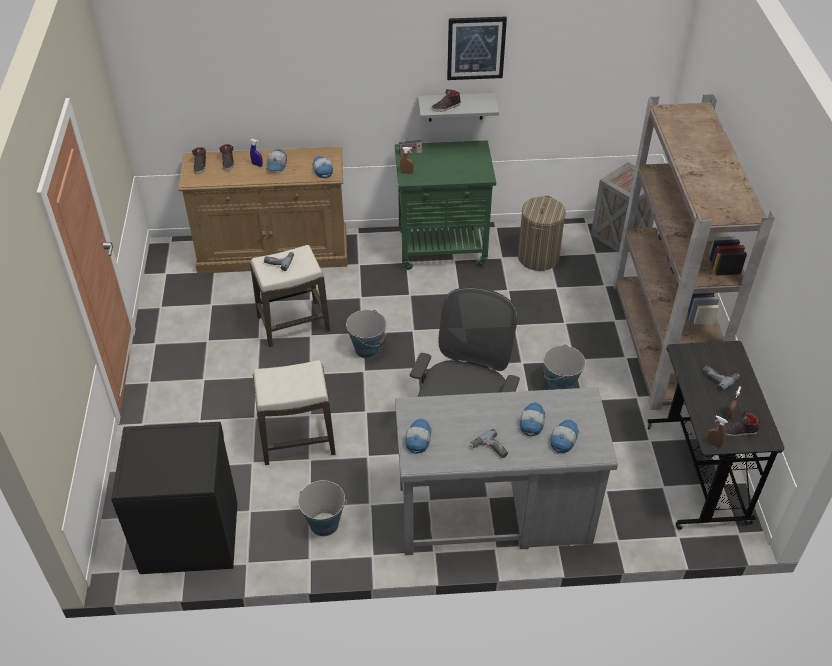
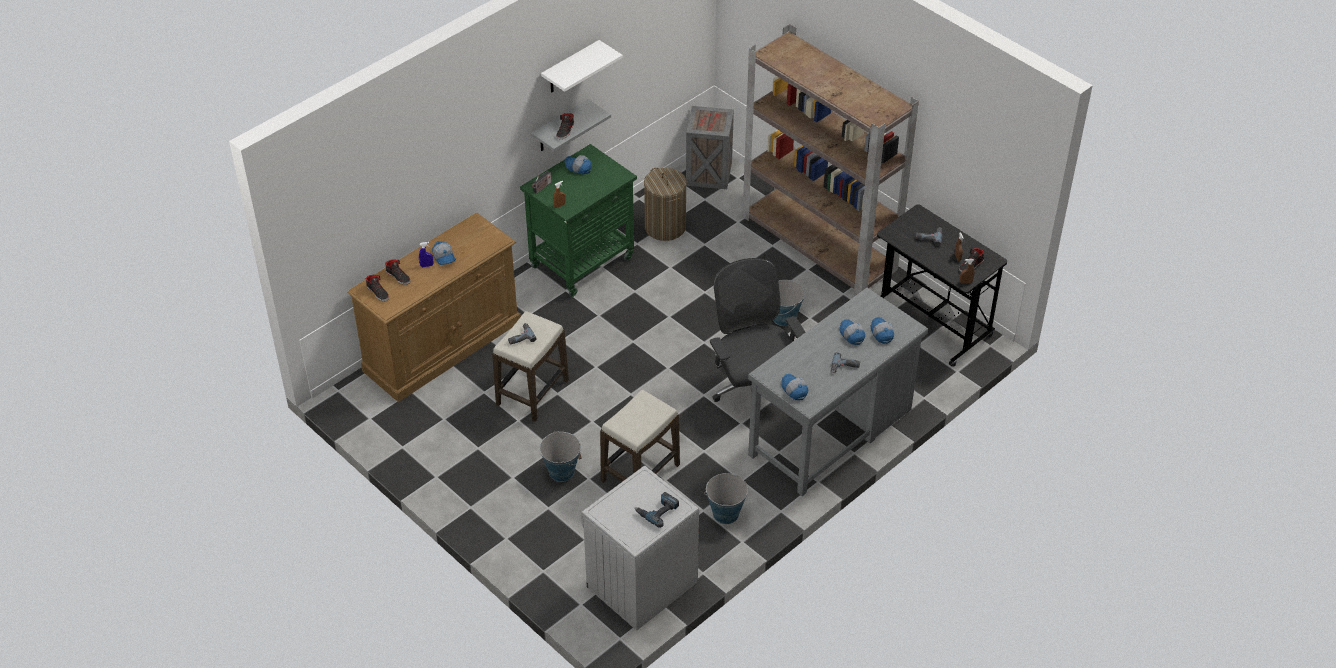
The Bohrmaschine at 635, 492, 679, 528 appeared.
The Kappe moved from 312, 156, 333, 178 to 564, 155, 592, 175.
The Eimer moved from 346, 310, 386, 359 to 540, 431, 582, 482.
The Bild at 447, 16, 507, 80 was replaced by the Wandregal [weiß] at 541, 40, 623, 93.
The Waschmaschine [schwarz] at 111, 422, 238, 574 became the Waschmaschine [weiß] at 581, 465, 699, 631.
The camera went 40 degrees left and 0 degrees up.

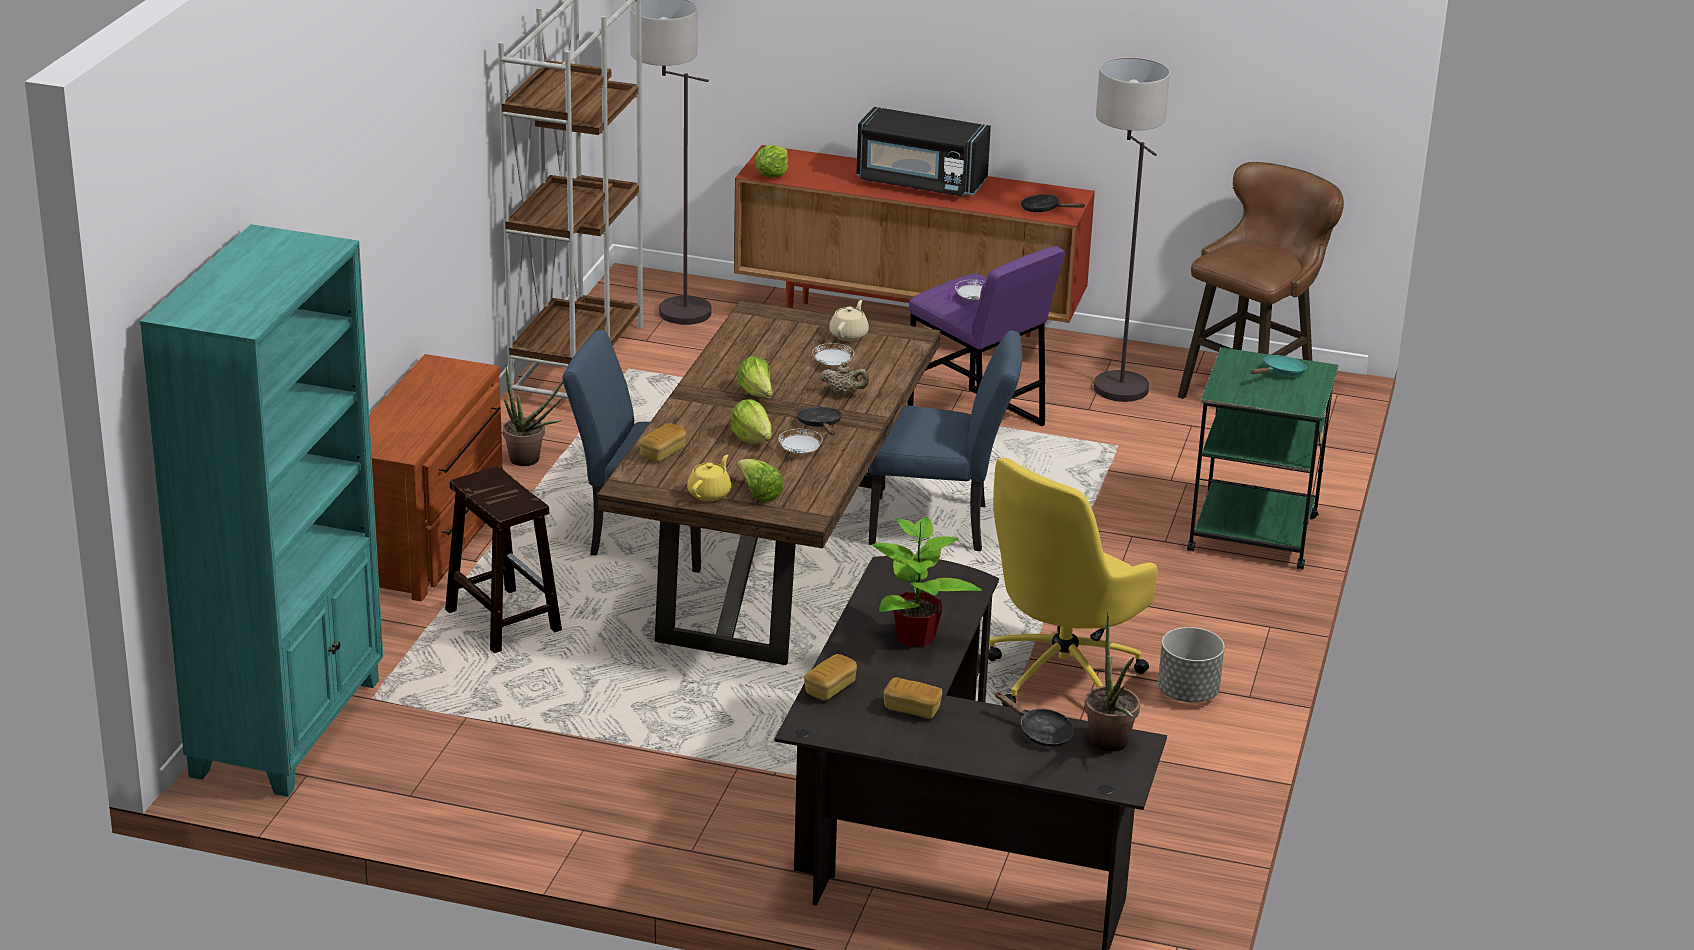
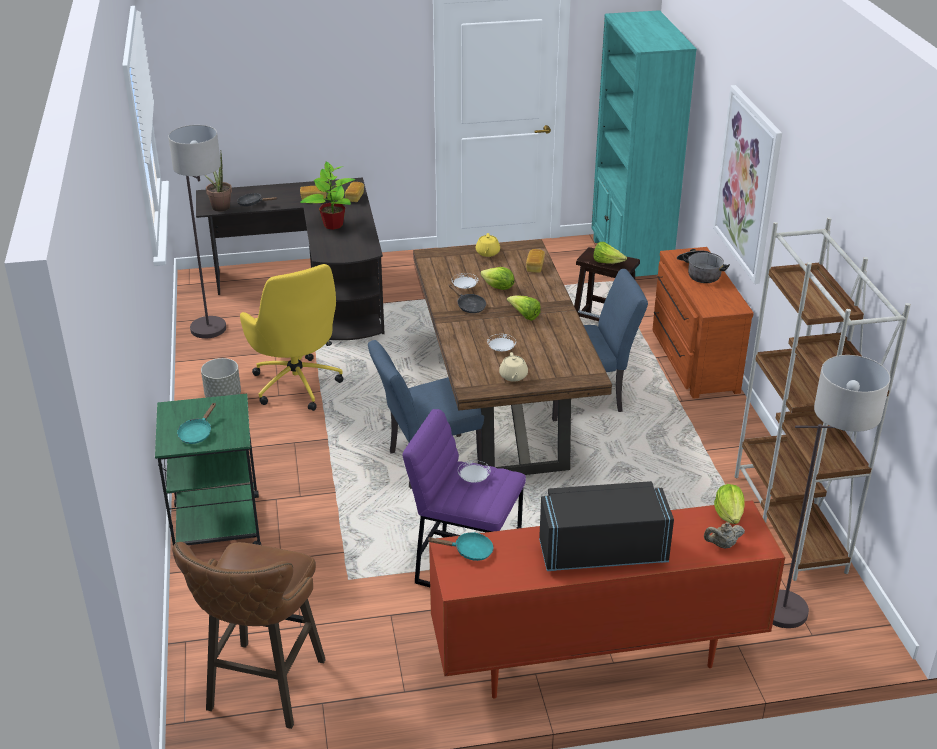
The Topfpflanze at 503, 365, 563, 466 disappeared.
The Kochtopf at 677, 249, 730, 283 appeared.
The Bild at 713, 85, 782, 284 appeared.
The Salatkopf moved from 737, 459, 783, 502 to 593, 242, 627, 264.
The Teekanne [beige] moved from 820, 362, 869, 396 to 704, 522, 745, 549.
The Stehlampe [grau] moved from 1094, 57, 1170, 402 to 168, 125, 226, 339.
The Pfanne [schwarz] at 1021, 194, 1085, 212 became the Pfanne [türkis] at 428, 532, 494, 561.
The Bürostuhl [gelb] at 988, 458, 1158, 707 turned 135 degrees clockwise.
The camera went 155 degrees right and 5 degrees up.

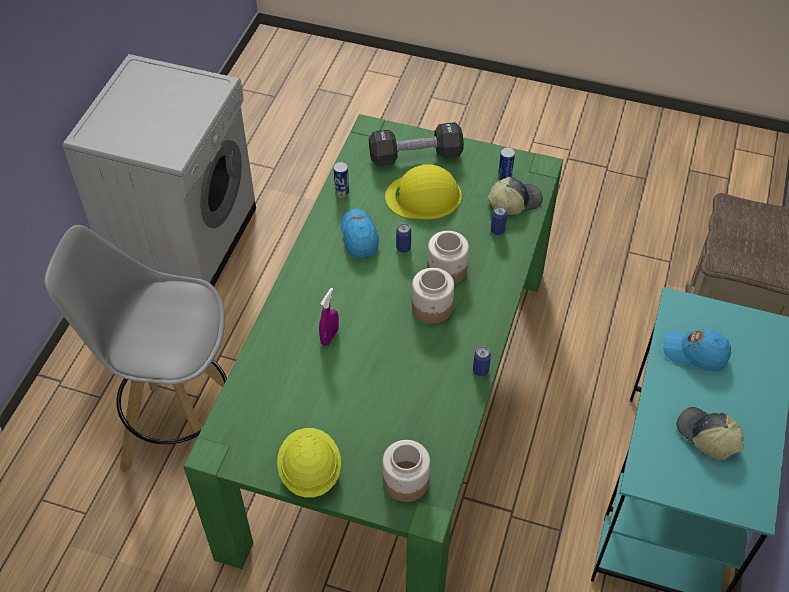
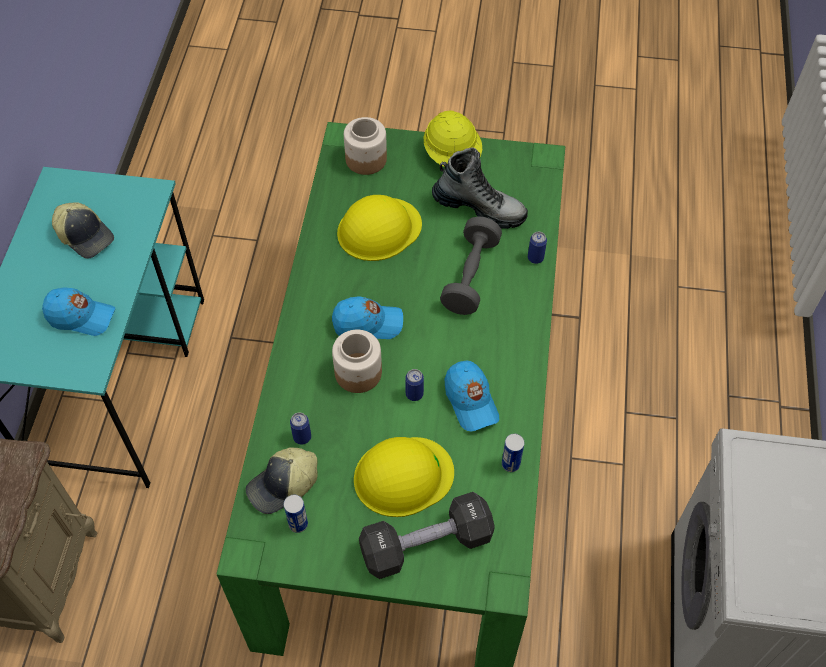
The Hocker [grau] at 44, 225, 227, 472 disappeared.
The Schutzhelm [gelb] at 337, 195, 422, 261 appeared.
The Stiefel at 432, 147, 528, 229 appeared.
The Dose moved from 473, 346, 491, 376 to 528, 232, 547, 264.
The Sprühflasche [lila] at 319, 288, 339, 346 was replaced by the Hantel [grau] at 440, 216, 502, 315.
The Vorratsglas at 412, 268, 454, 324 was replaced by the Kappe [blau] at 332, 296, 403, 339.
The camera went 170 degrees right and 5 degrees up.

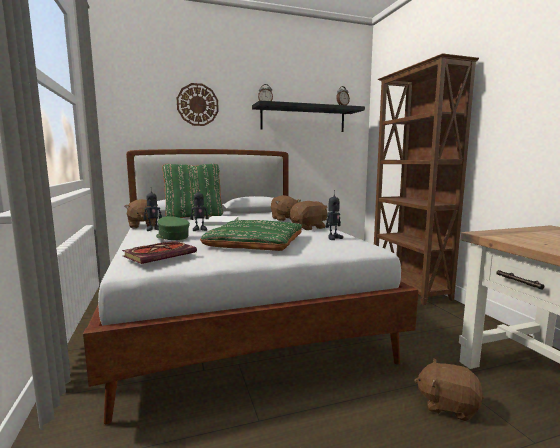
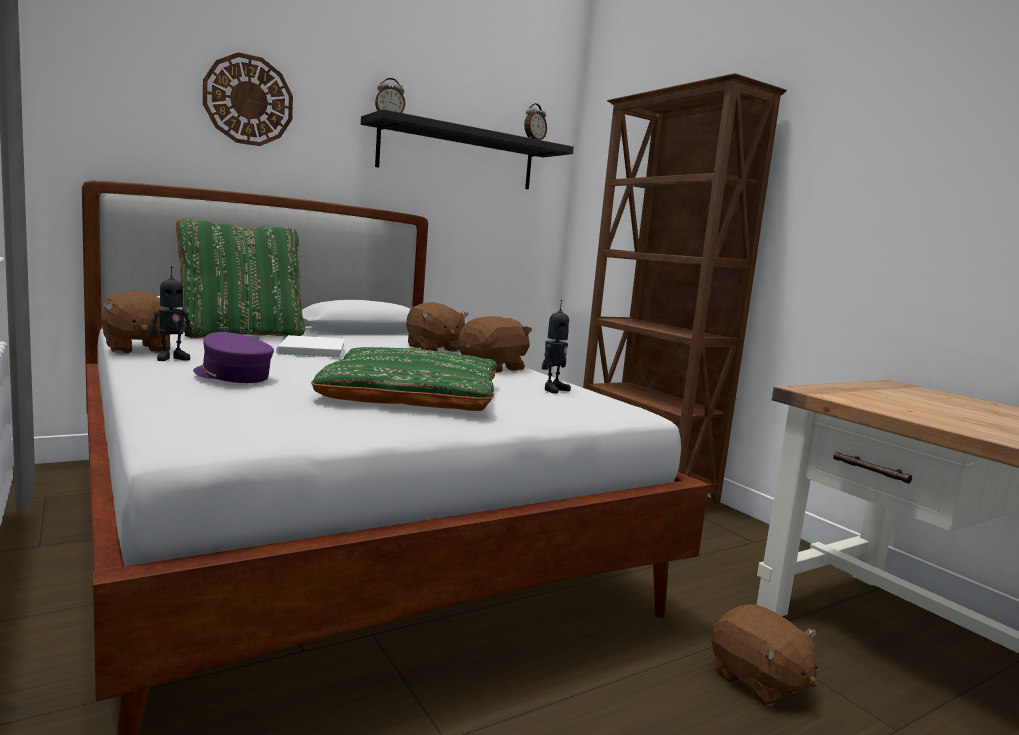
The Buch at 122, 241, 197, 264 disappeared.
The Spielzeugroboter at 190, 189, 209, 231 disappeared.
The Kappe [grün] at 156, 216, 190, 240 became the Kappe [lila] at 193, 332, 274, 383.
The Plüschtier [braun] at 414, 358, 484, 421 turned 135 degrees counterclockwise.
The camera went 15 degrees left and 0 degrees up.

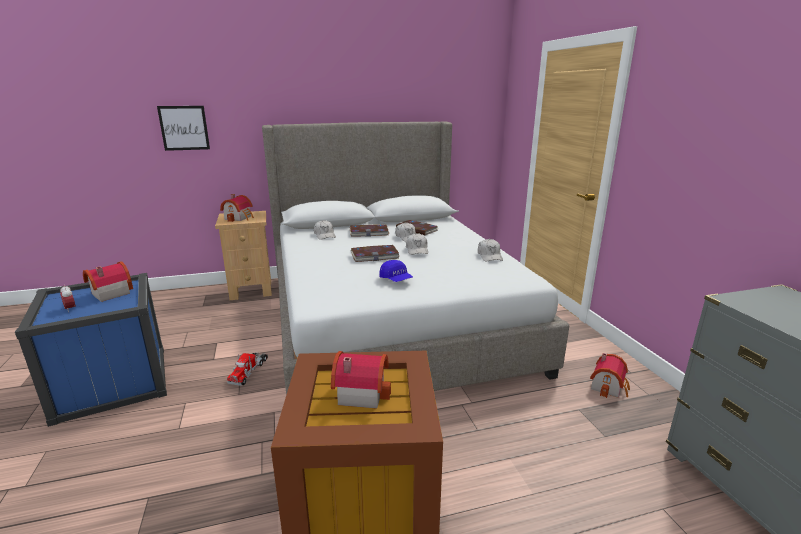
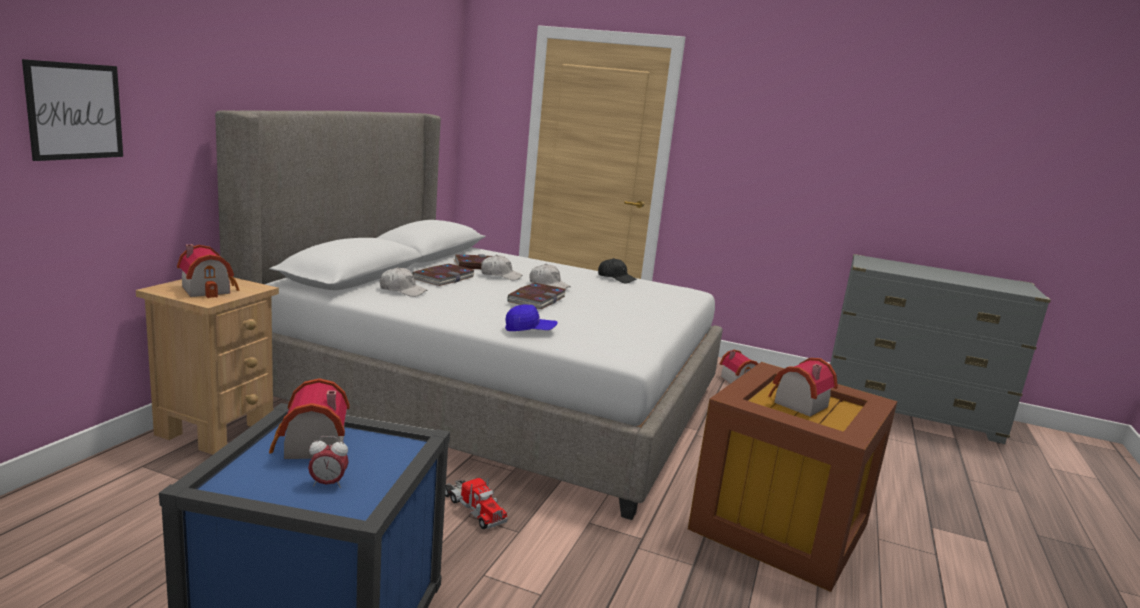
The Kappe [blau] moved from 379, 260, 413, 282 to 505, 304, 558, 331.
The Kappe [weiß] at 478, 239, 503, 261 became the Kappe [schwarz] at 598, 258, 637, 283.
The camera went 55 degrees left and 5 degrees down.

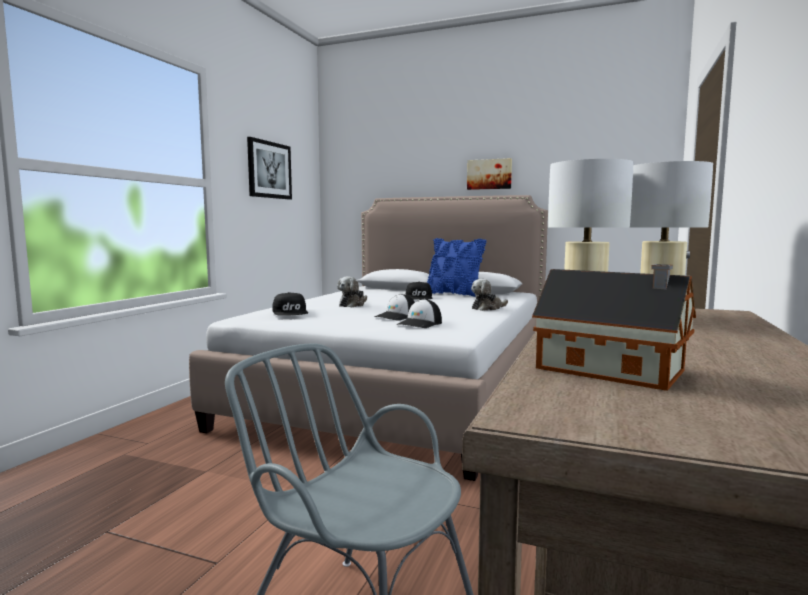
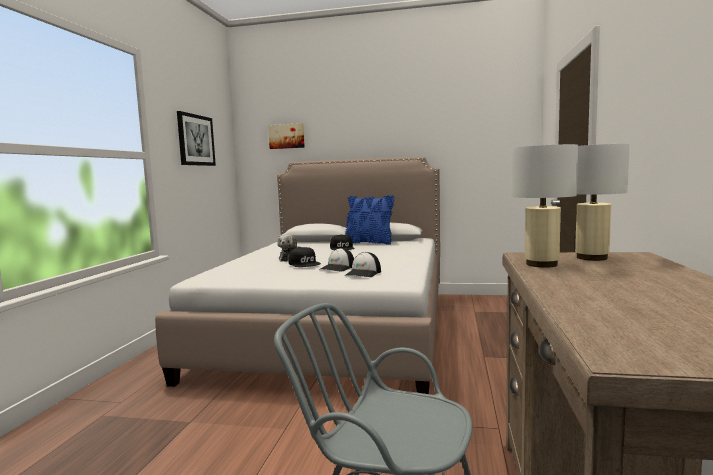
The Plüschtier at 471, 279, 508, 311 disappeared.
The Spielzeughaus at 532, 264, 696, 391 disappeared.
The Kappe [schwarz] moved from 272, 292, 309, 316 to 288, 247, 321, 267.
The Bild moved from 467, 158, 512, 190 to 268, 123, 305, 149.
The camera went 10 degrees left and 0 degrees up.

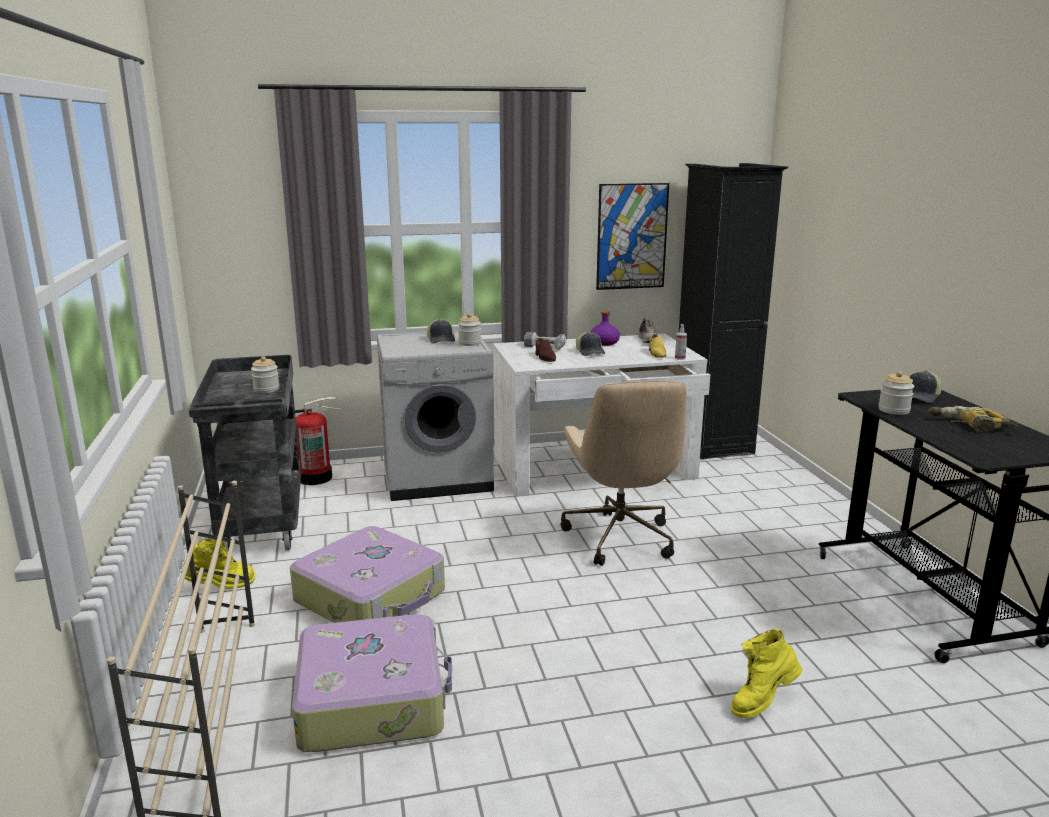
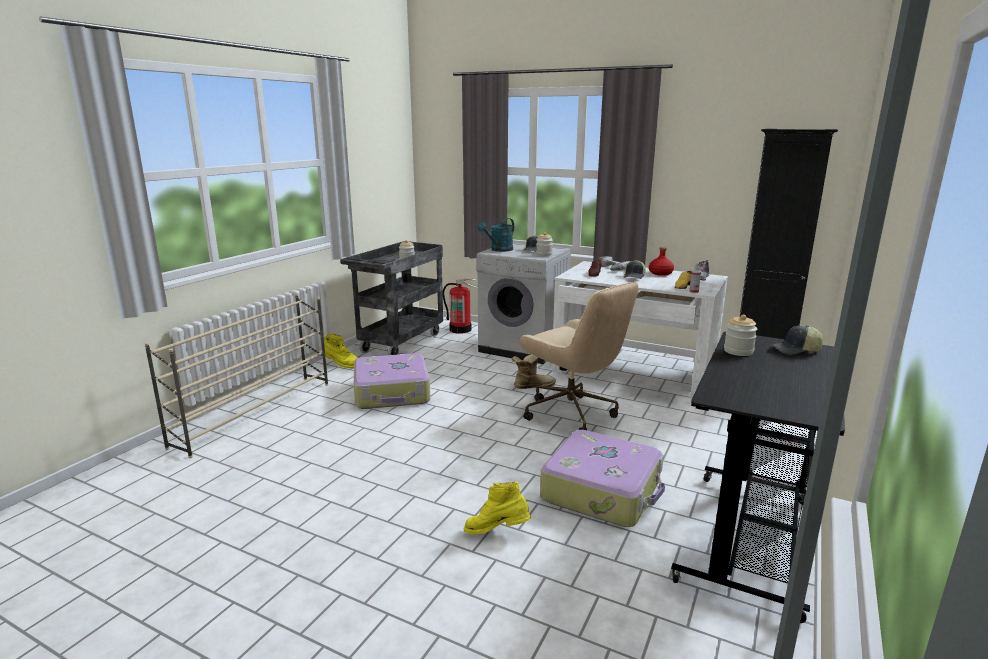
The Bild at 596, 183, 669, 290 disappeared.
The Bohrmaschine at 928, 406, 1021, 432 disappeared.
The Gießkanne [türkis] at 478, 218, 514, 252 appeared.
The Stiefel at 512, 354, 556, 389 appeared.
The Koffer moved from 292, 614, 452, 752 to 540, 430, 665, 527.
The Flasche [lila] at 591, 311, 620, 346 became the Flasche [rot] at 649, 247, 674, 276.
The Bürostuhl [beige] at 561, 381, 686, 566 turned 75 degrees counterclockwise.
The camera went 40 degrees right and 0 degrees up.

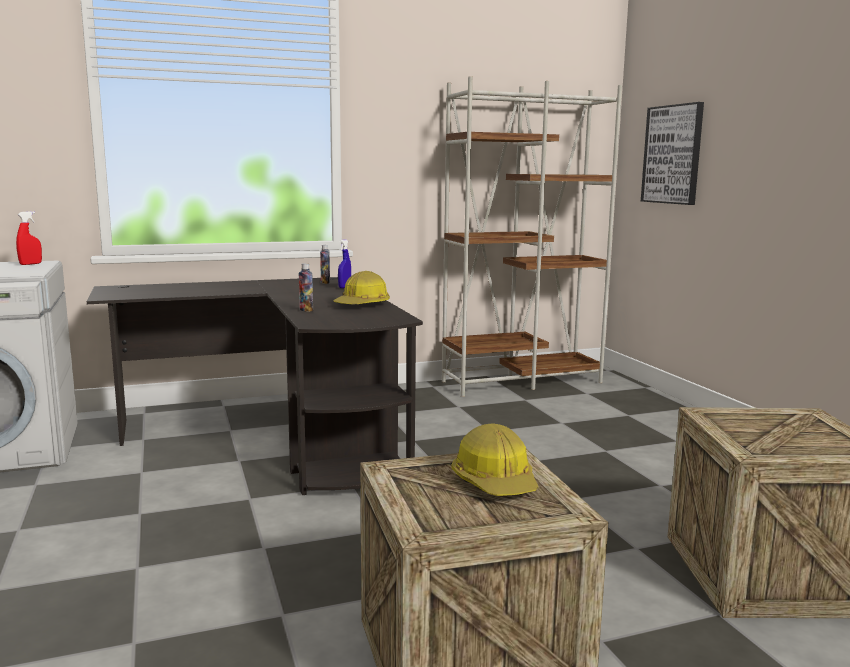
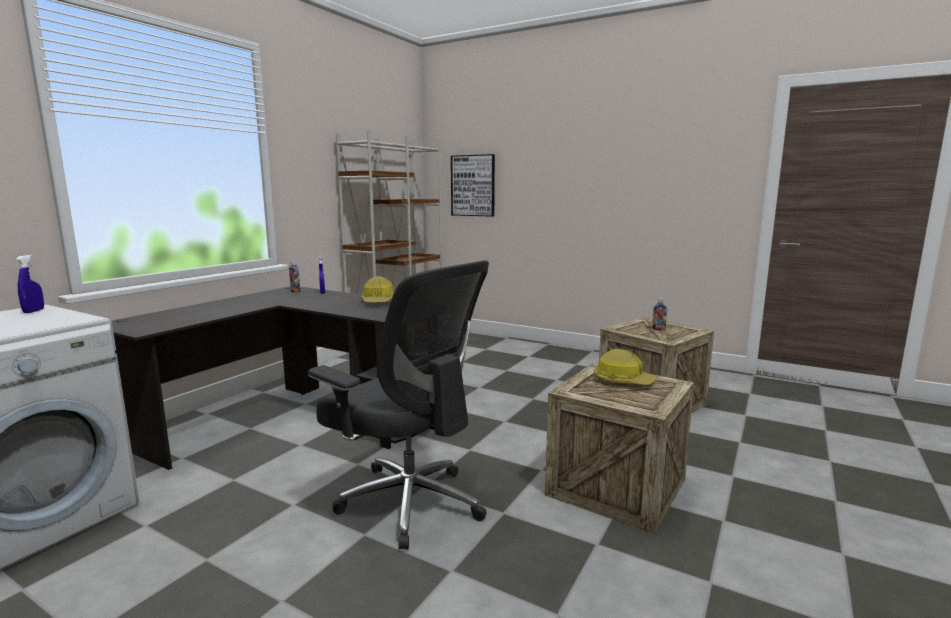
The Bürostuhl at 308, 260, 489, 550 appeared.
The Flasche moved from 299, 263, 313, 312 to 652, 298, 667, 330.
The Sprühflasche [rot] at 16, 211, 42, 265 became the Sprühflasche [blau] at 16, 255, 44, 313.
The camera went 40 degrees left and 0 degrees up.

